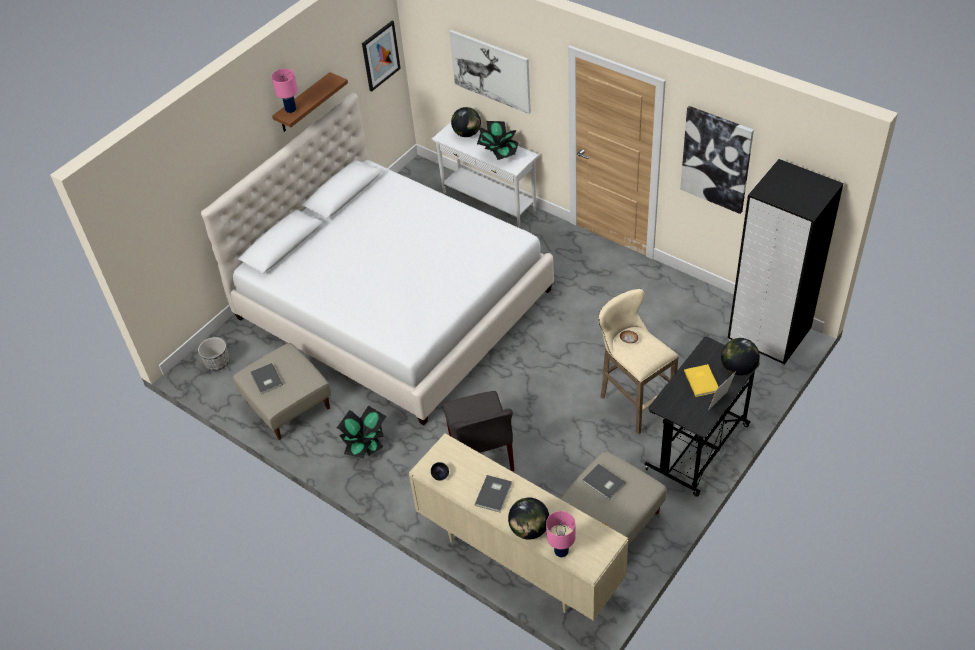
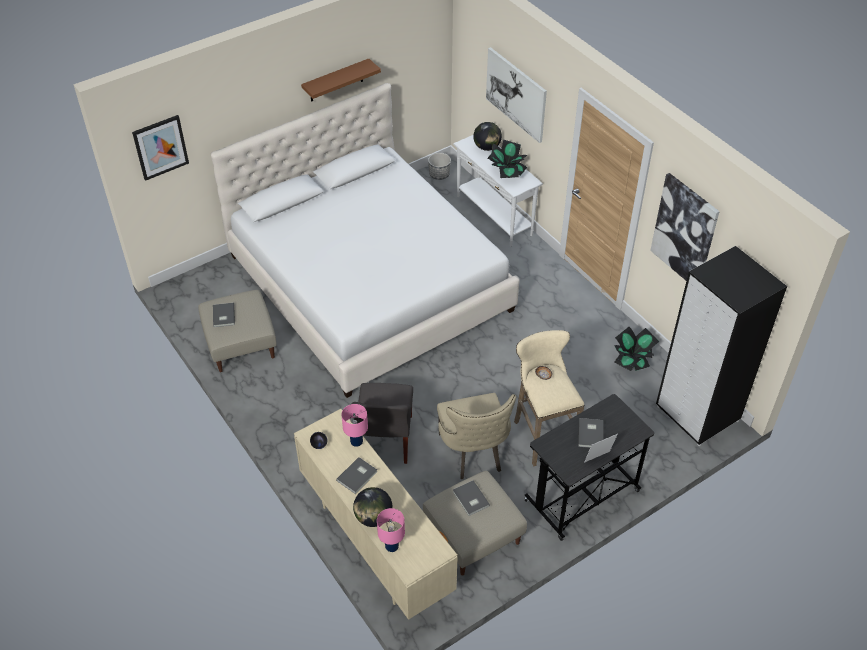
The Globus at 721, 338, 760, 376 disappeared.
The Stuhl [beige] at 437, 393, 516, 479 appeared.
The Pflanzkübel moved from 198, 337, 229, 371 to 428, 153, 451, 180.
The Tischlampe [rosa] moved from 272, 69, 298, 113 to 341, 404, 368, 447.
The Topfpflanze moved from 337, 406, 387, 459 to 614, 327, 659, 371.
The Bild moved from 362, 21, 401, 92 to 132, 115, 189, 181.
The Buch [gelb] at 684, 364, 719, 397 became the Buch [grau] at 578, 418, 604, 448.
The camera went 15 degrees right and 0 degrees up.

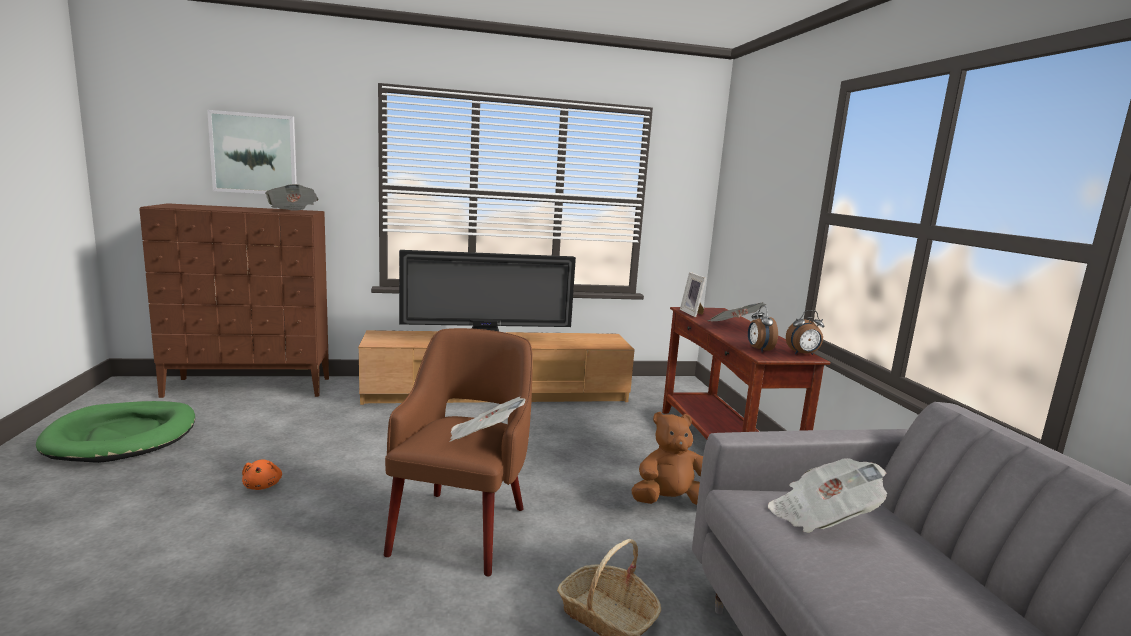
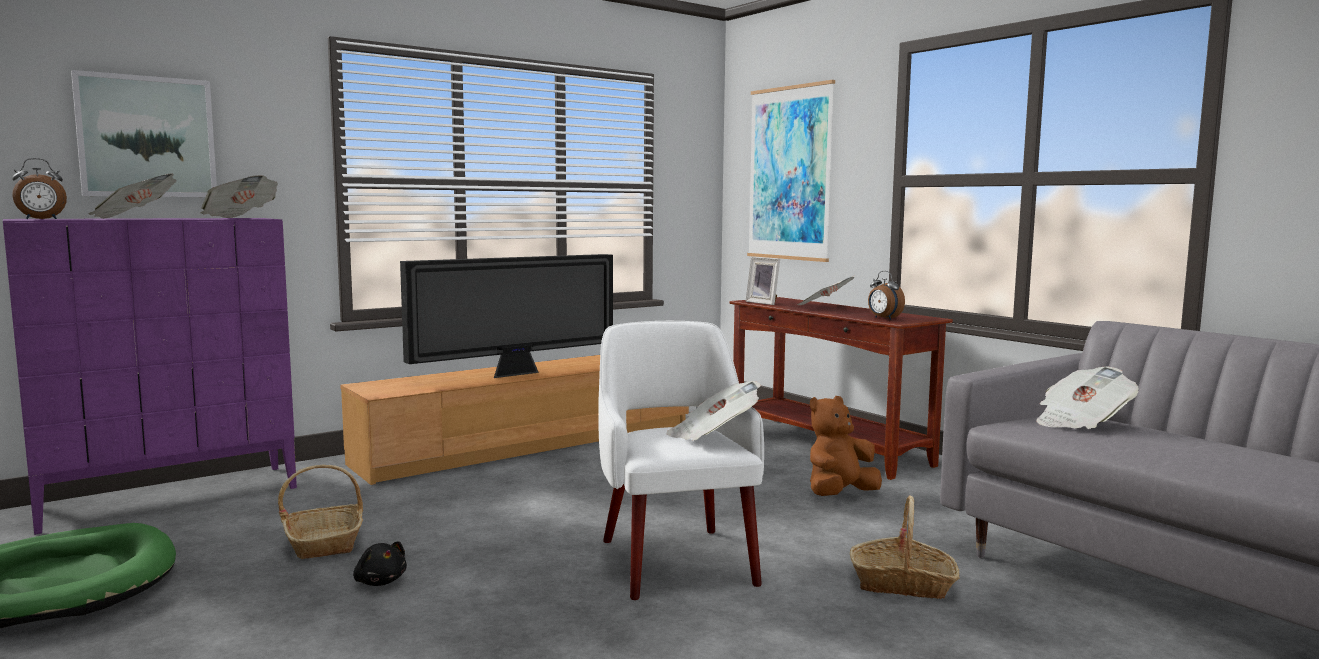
The Zeitung at 89, 173, 177, 219 appeared.
The Korb at 278, 465, 363, 559 appeared.
The Bild at 747, 80, 835, 262 appeared.
The Wecker moved from 786, 310, 824, 355 to 12, 158, 67, 219.
The Kommode [braun] at 139, 203, 329, 398 became the Kommode [lila] at 3, 218, 297, 535.
The Plüschtier [orange] at 242, 459, 282, 490 became the Plüschtier [schwarz] at 353, 541, 407, 586.
The Sessel [braun] at 384, 328, 533, 576 became the Sessel [weiß] at 598, 321, 764, 600.
The camera went 25 degrees left and 5 degrees down.

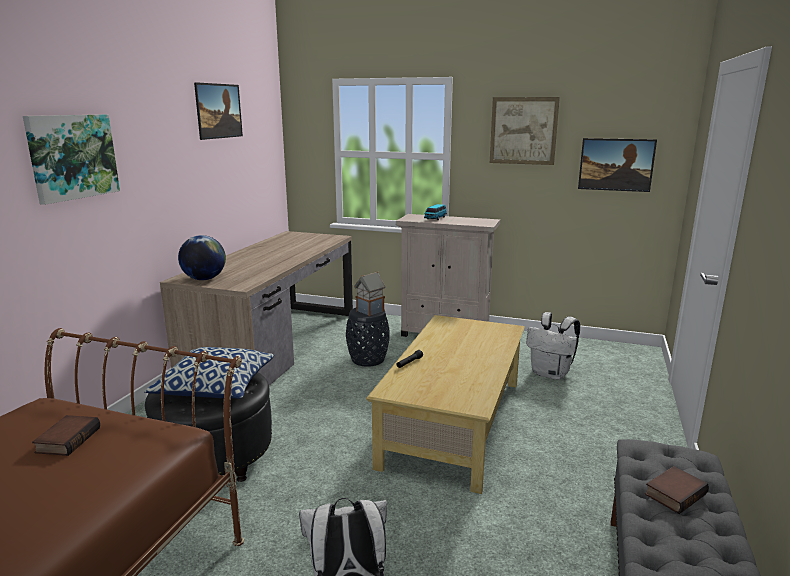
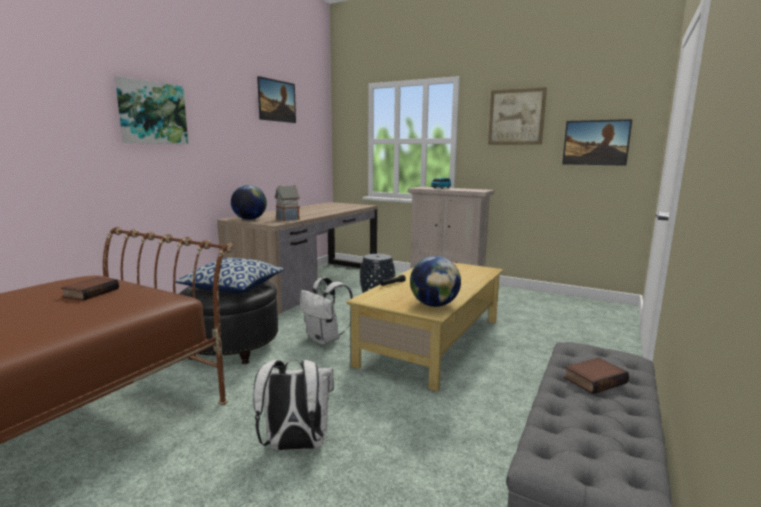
The Globus at 410, 256, 461, 307 appeared.
The Spielzeughaus moved from 354, 272, 385, 316 to 274, 185, 300, 221.
The Rucksack [weiß] moved from 526, 312, 580, 380 to 300, 277, 353, 345.
The camera went 10 degrees right and 5 degrees down.

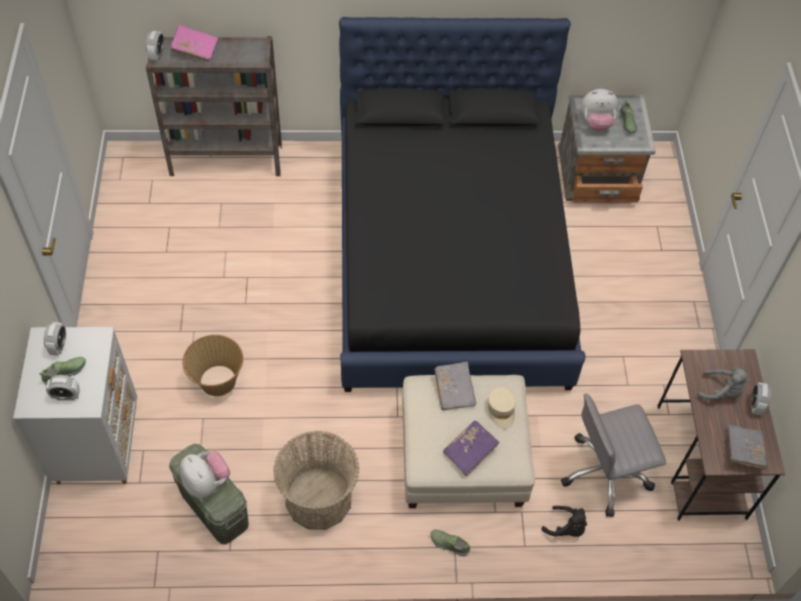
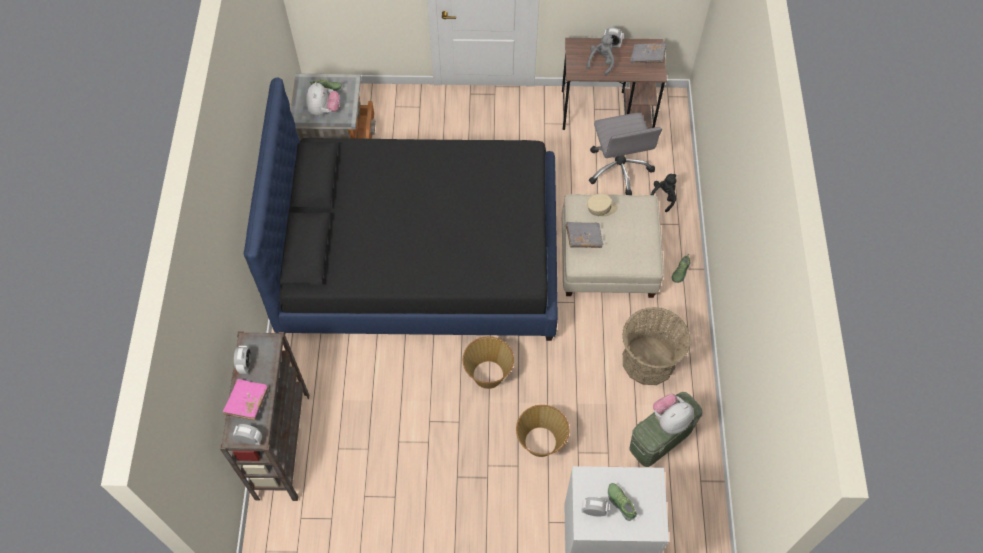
The Buch [lila] at 443, 421, 499, 476 disappeared.
The Korb at 463, 336, 514, 389 appeared.
The Wecker moved from 46, 375, 80, 400 to 234, 346, 251, 374.
The camera went 85 degrees left and 5 degrees up.

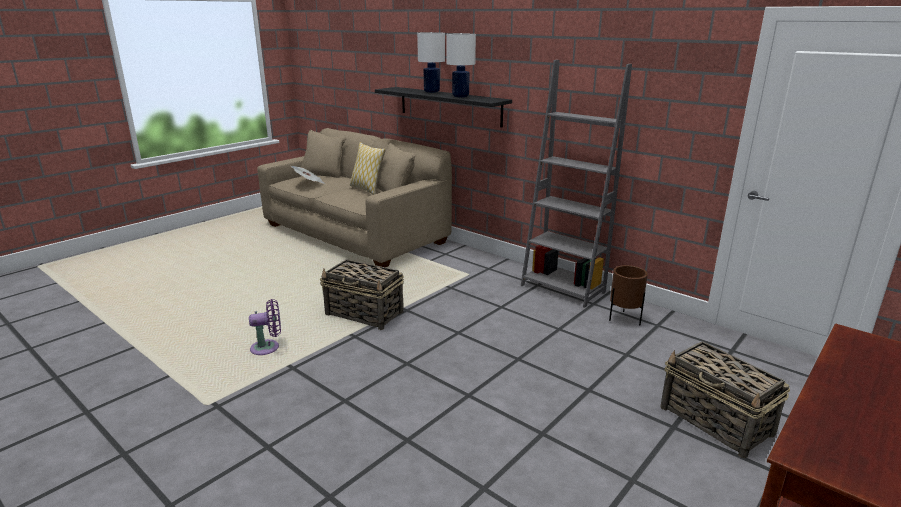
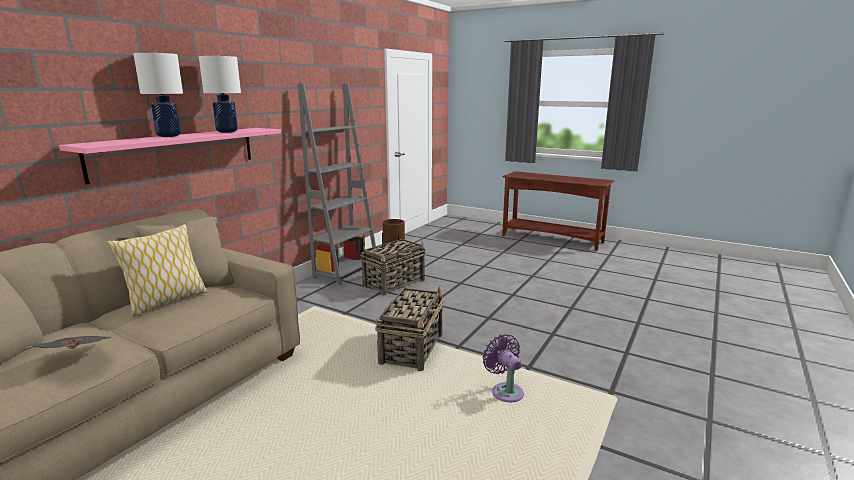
The Korb moved from 660, 341, 790, 458 to 361, 239, 426, 295.
The Wandregal [schwarz] at 375, 87, 512, 127 became the Wandregal [rosa] at 59, 128, 281, 184.
The camera went 100 degrees left and 5 degrees down.

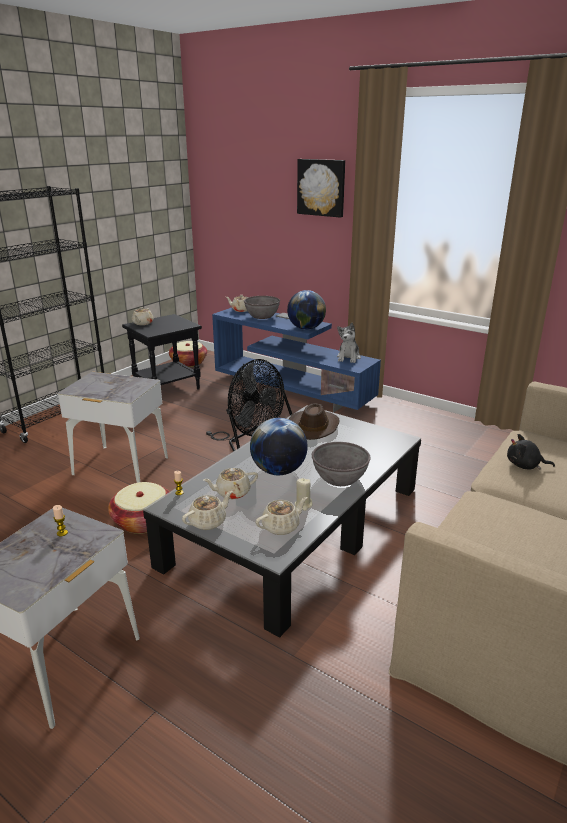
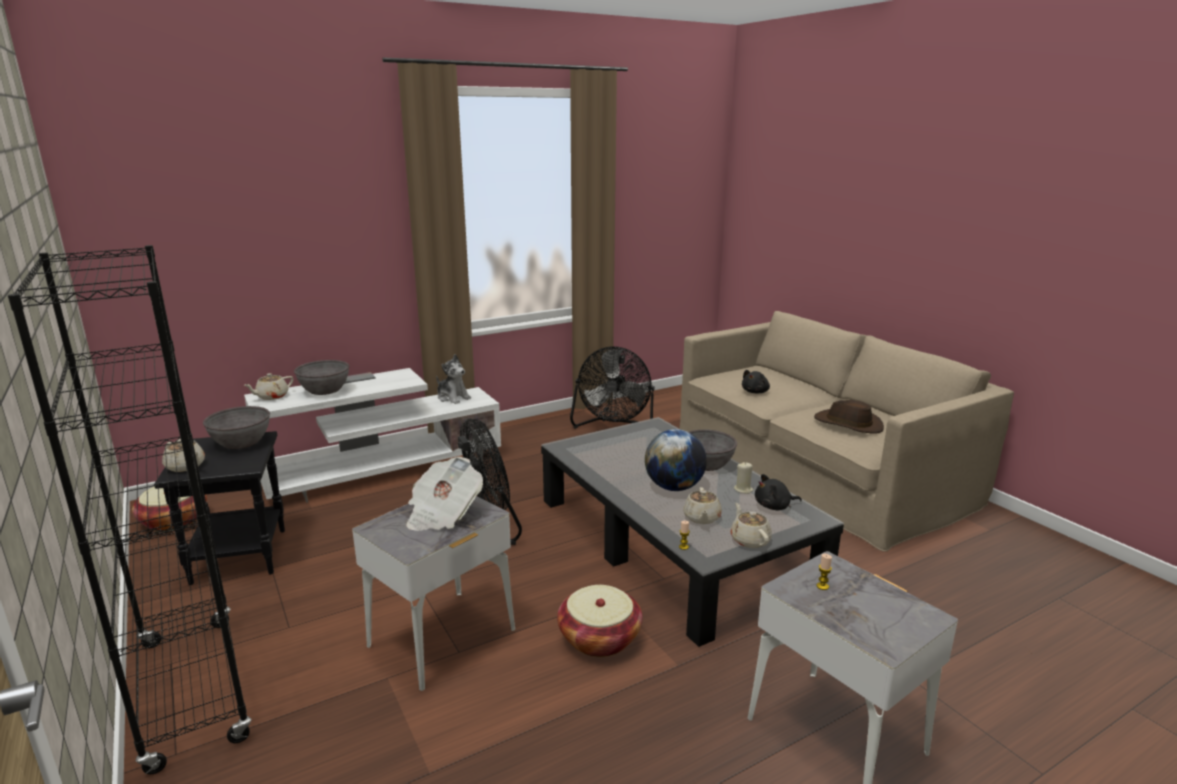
The Globus at 287, 290, 326, 330 disappeared.
The Bild at 297, 159, 345, 218 disappeared.
The Schüssel [grau] at 203, 406, 270, 449 appeared.
The Zeitung at 406, 457, 483, 531 appeared.
The Ventilator [schwarz] at 570, 346, 655, 429 appeared.
The Hut [braun] moved from 289, 404, 339, 440 to 814, 400, 884, 434.
The Teekanne [beige] at 256, 497, 307, 535 was replaced by the Plüschtier [schwarz] at 755, 474, 802, 510.
The Fernsehschrank [blau] at 212, 308, 381, 412 became the Fernsehschrank [weiß] at 244, 368, 501, 503.
The camera went 65 degrees left and 5 degrees down.

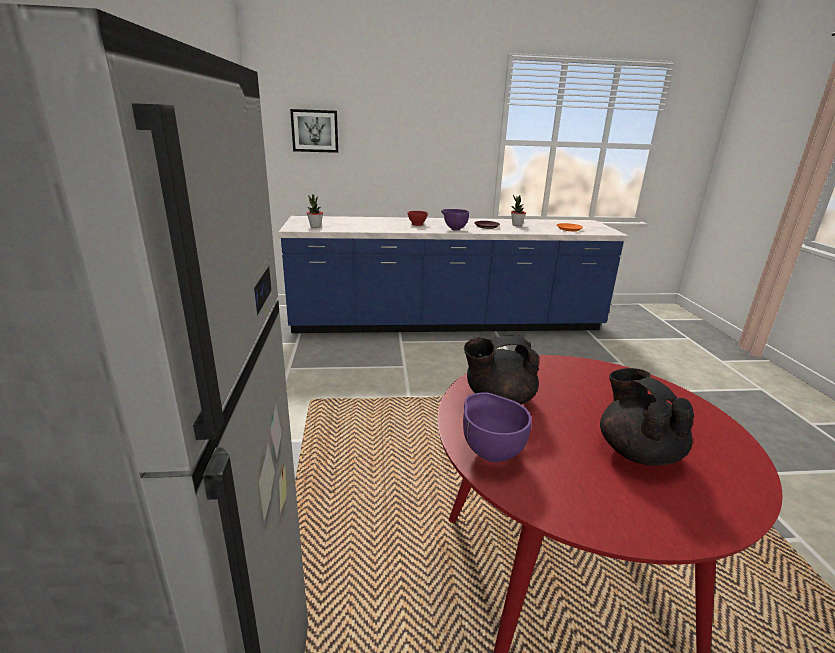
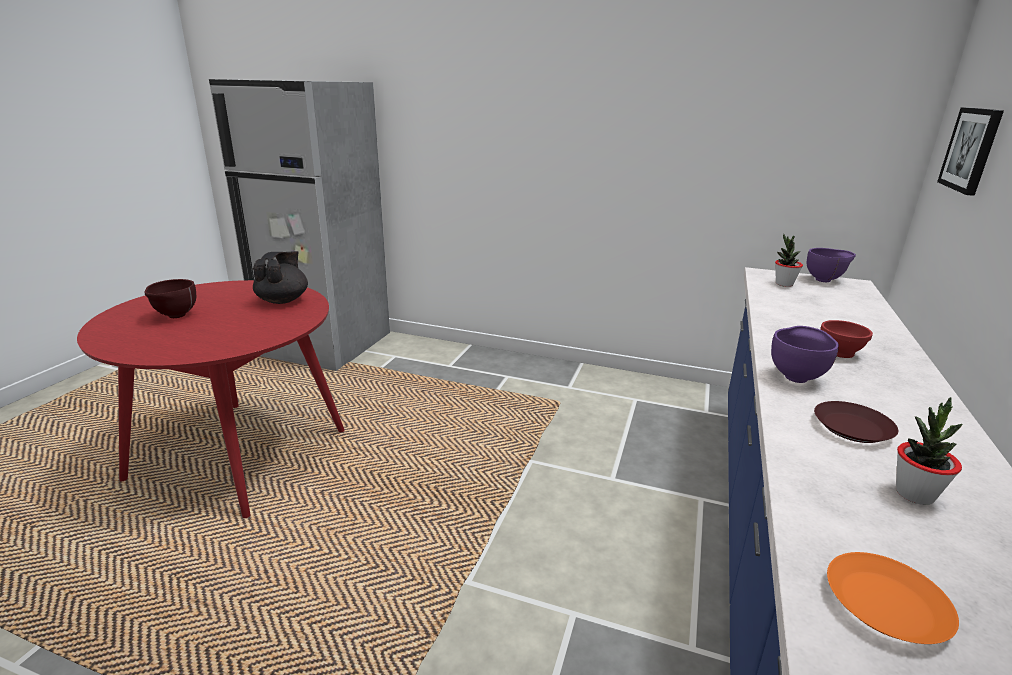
The Schüssel [lila] moved from 463, 392, 532, 462 to 807, 248, 856, 282.
The Teekanne [schwarz] at 600, 368, 694, 466 was replaced by the Schüssel [braun] at 144, 279, 196, 318.
The camera went 115 degrees right and 0 degrees up.

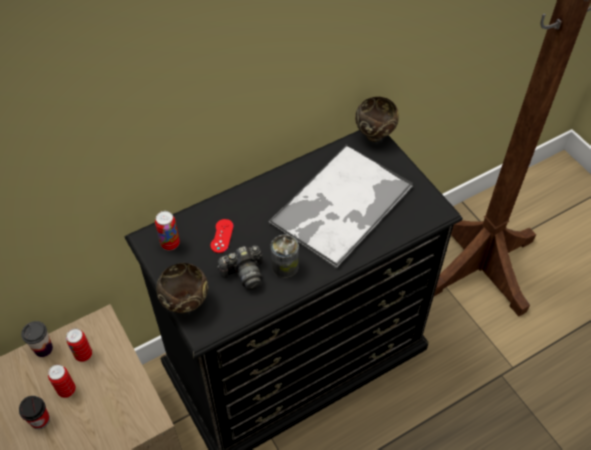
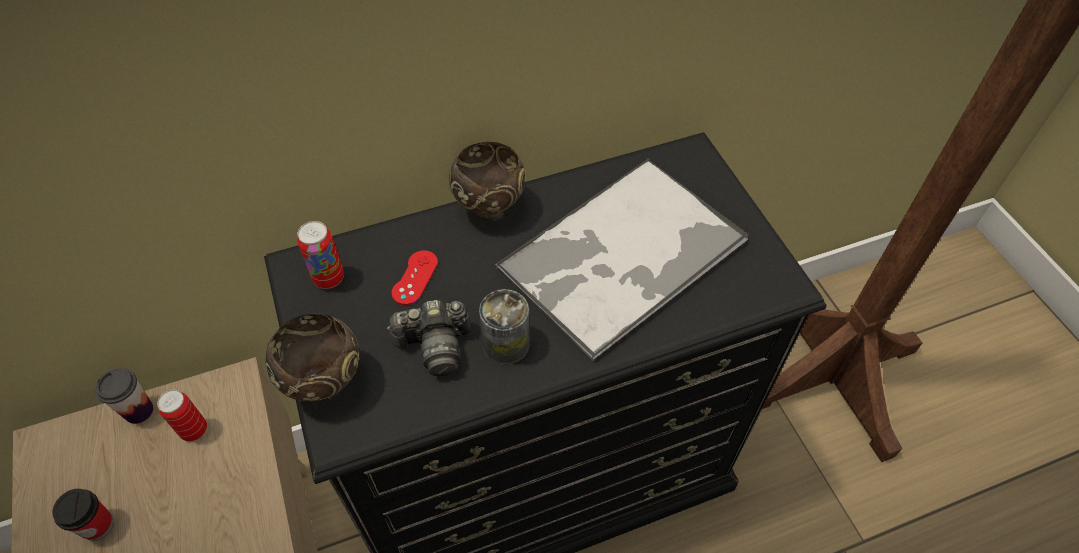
The Dose at 48, 364, 76, 398 disappeared.
The Schüssel [braun] moved from 355, 97, 399, 142 to 449, 142, 526, 220.
The camera went 10 degrees right and 0 degrees up.

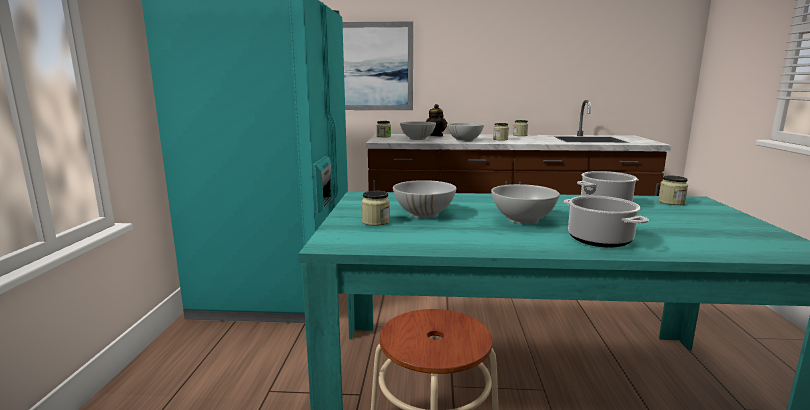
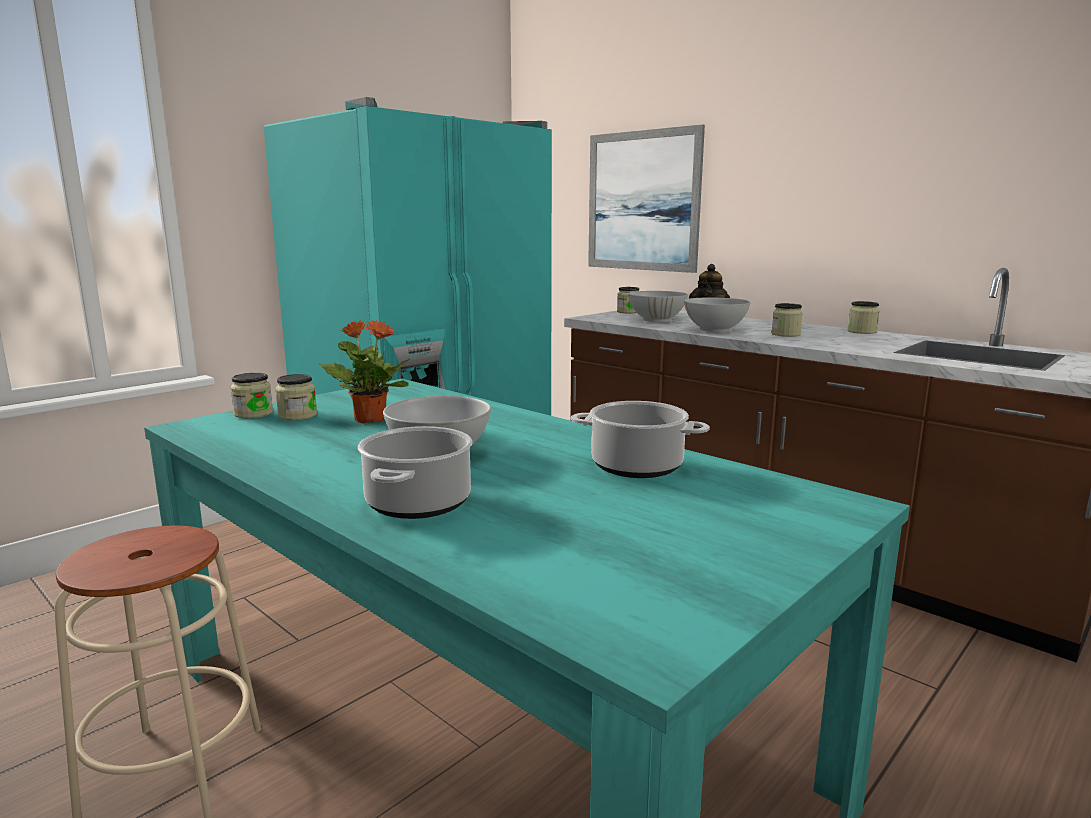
The Vorratsglas moved from 658, 176, 688, 205 to 231, 373, 273, 418.
The Schüssel [weiß] at 393, 180, 457, 218 was replaced by the Topfpflanze at 319, 320, 410, 424.
The camera went 40 degrees right and 0 degrees up.

